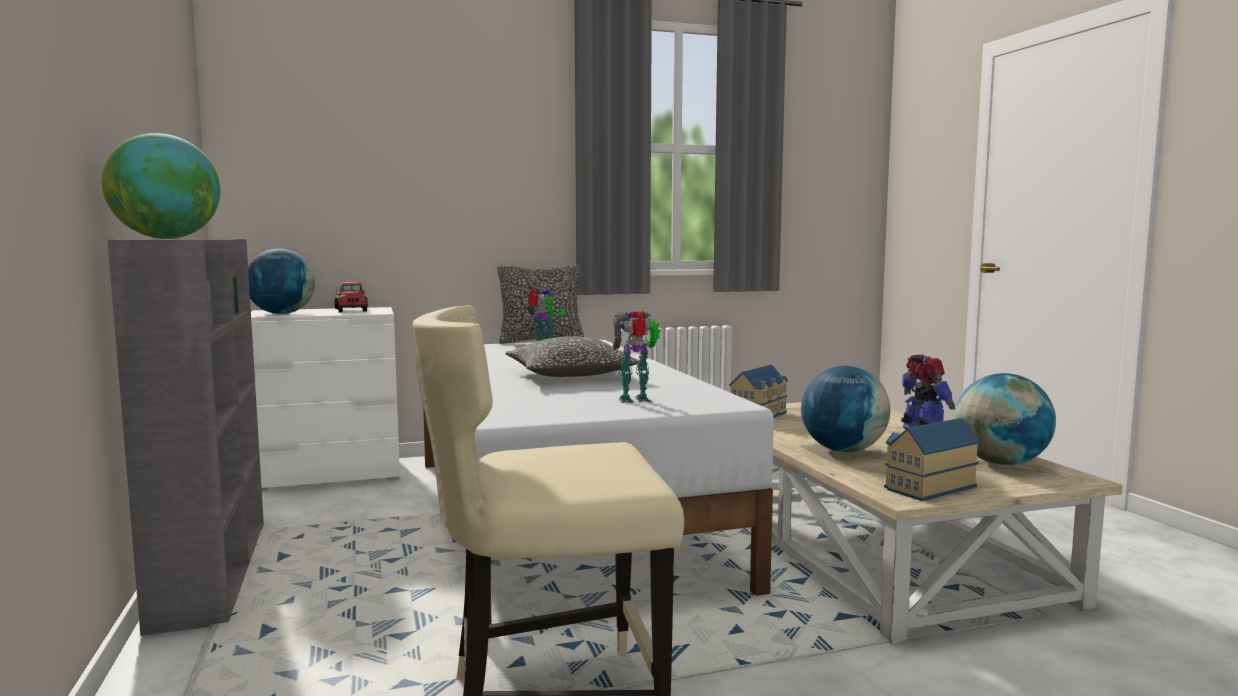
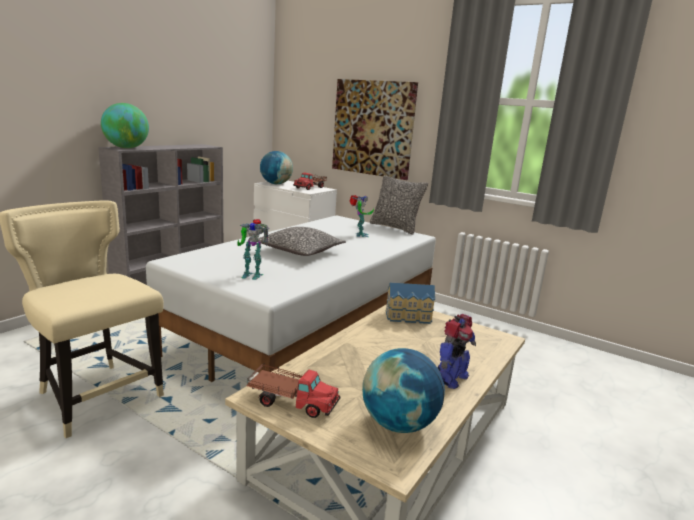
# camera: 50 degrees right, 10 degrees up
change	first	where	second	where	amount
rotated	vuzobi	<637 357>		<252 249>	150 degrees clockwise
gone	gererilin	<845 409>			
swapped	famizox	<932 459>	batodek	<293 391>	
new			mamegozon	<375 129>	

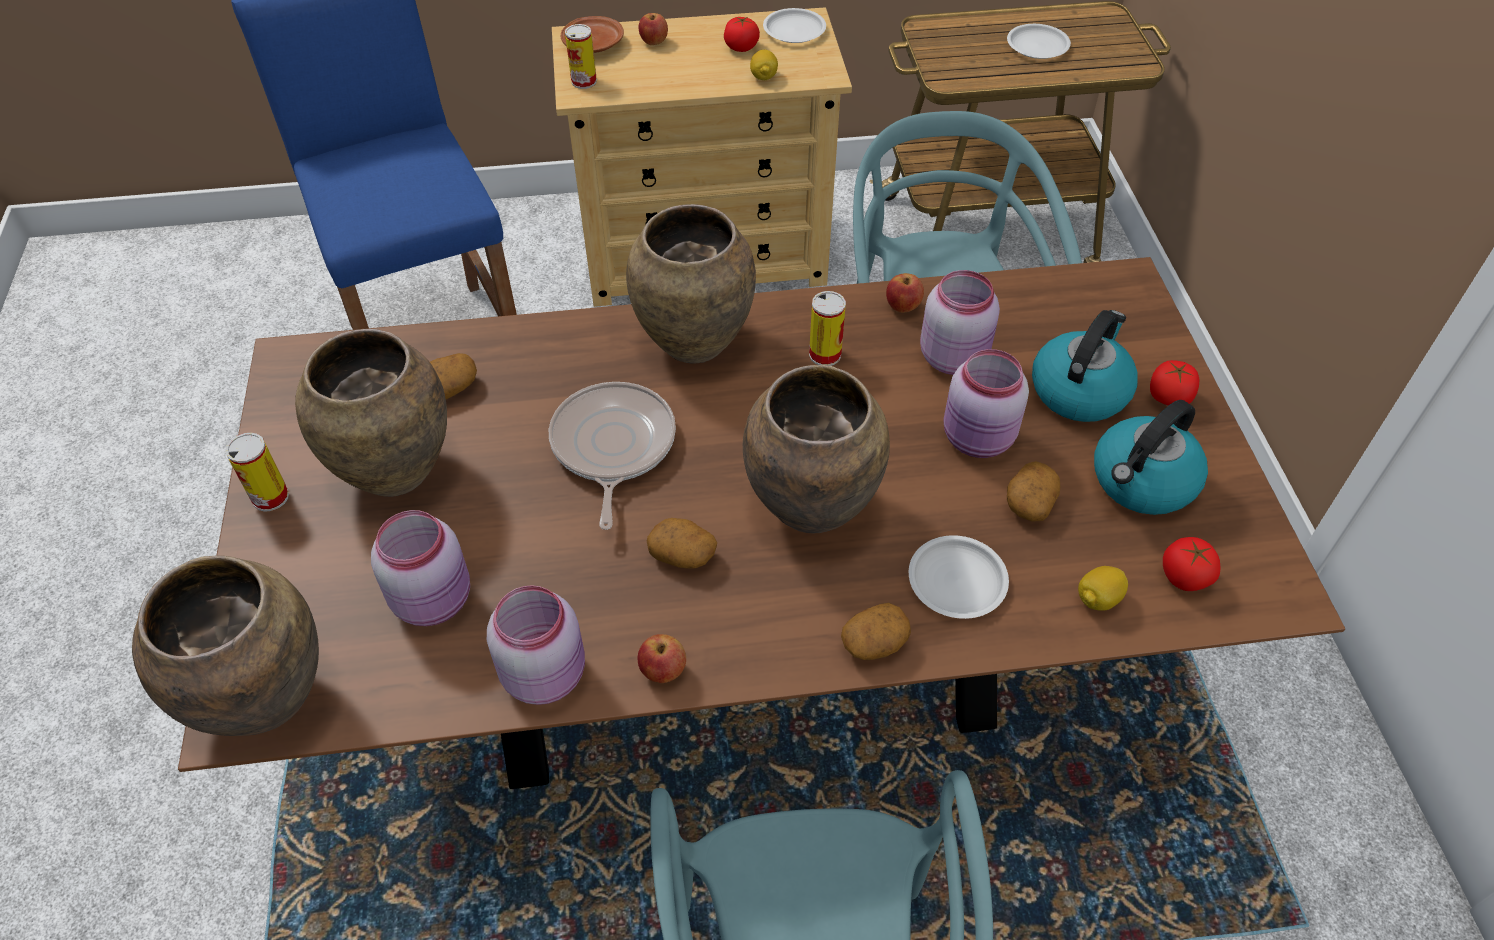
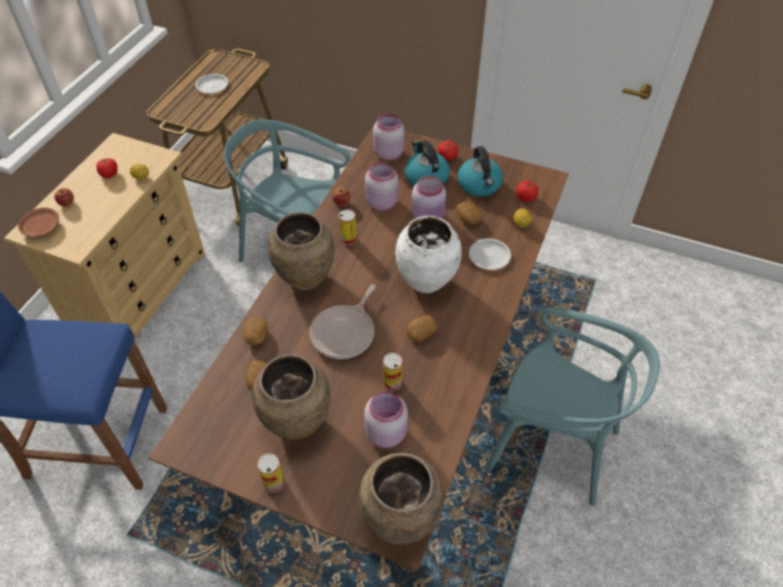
# camera: 60 degrees left, 0 degrees up
change	first	where	second	where	amount
gone	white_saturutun	<794 25>			
shifted	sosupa	<581 56>		<392 372>	
repainted	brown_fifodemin	<816 449>	white_fifodemin	<428 254>	
rotated	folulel	<612 456>		<343 321>	90 degrees counterclockwise
shifted	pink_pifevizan	<536 645>		<388 137>	
shifted	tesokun	<876 631>		<255 331>	
gone	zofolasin	<662 658>			

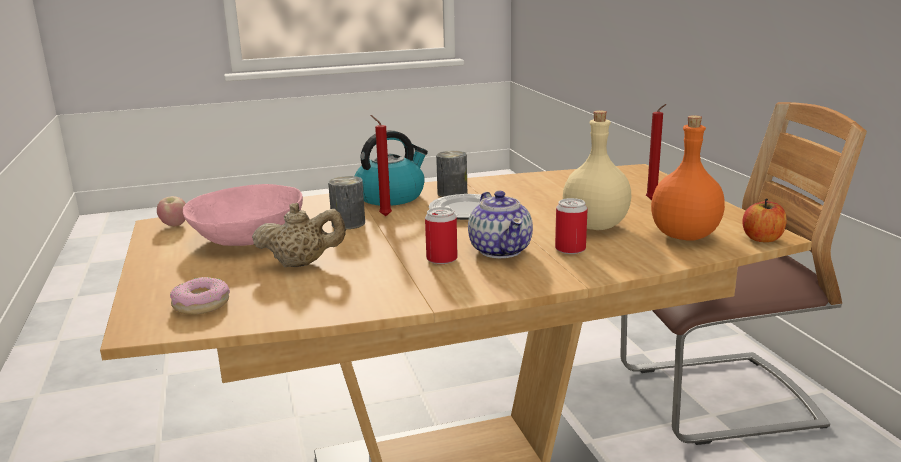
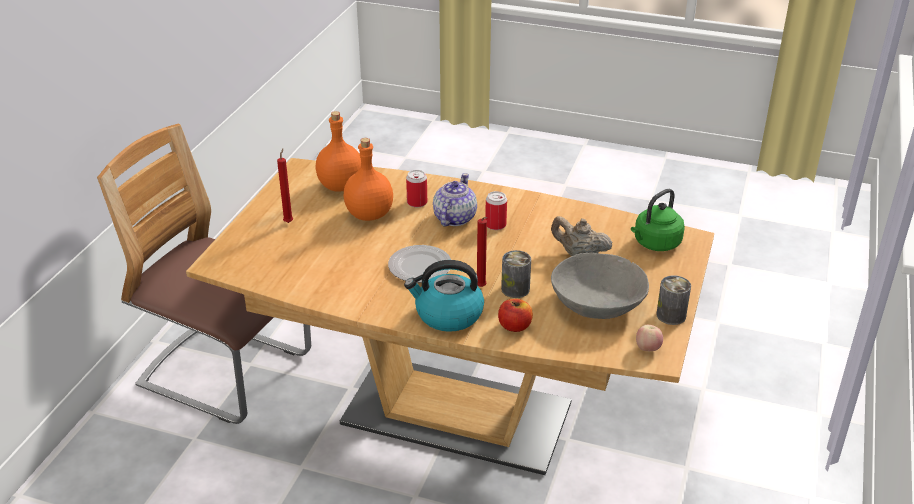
# camera: 145 degrees left, 15 degrees up
change	first	where	second	where	amount
repainted	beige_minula	<597 170>	orange_minula	<368 179>	
shifted	sosupa	<451 174>		<673 300>	
repainted	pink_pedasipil	<243 215>	grey_pedasipil	<600 286>	
shifted	zofolasin	<764 220>		<515 315>	
swapped	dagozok	<200 296>	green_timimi	<658 220>	

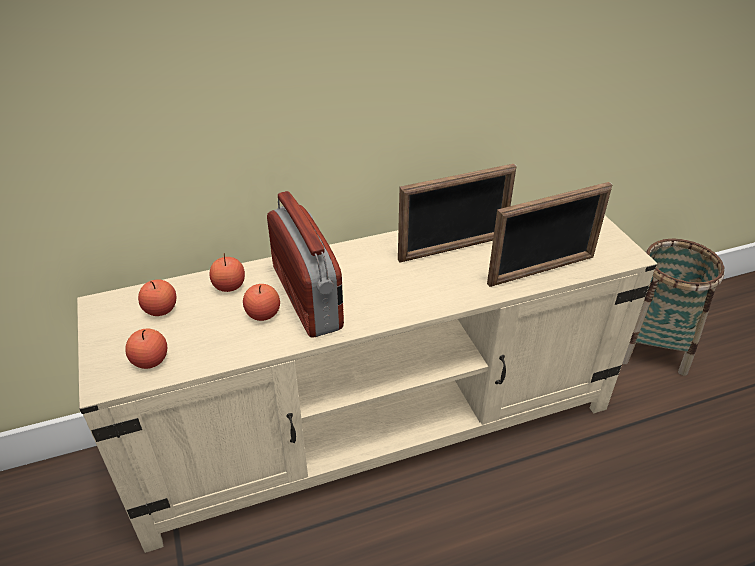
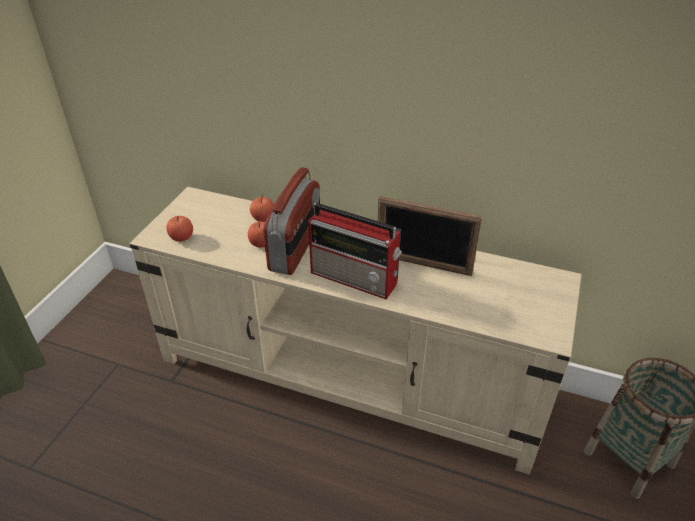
# camera: 40 degrees right, 0 degrees up
change	first	where	second	where	amount
gone	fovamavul	<550 234>			
gone	zofolasin	<157 297>			
new			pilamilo	<355 251>	

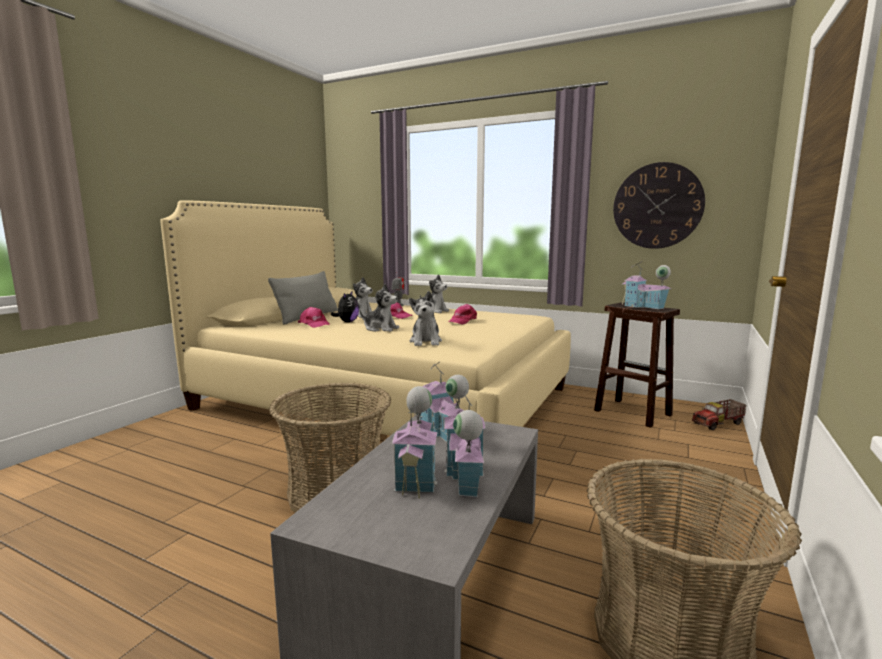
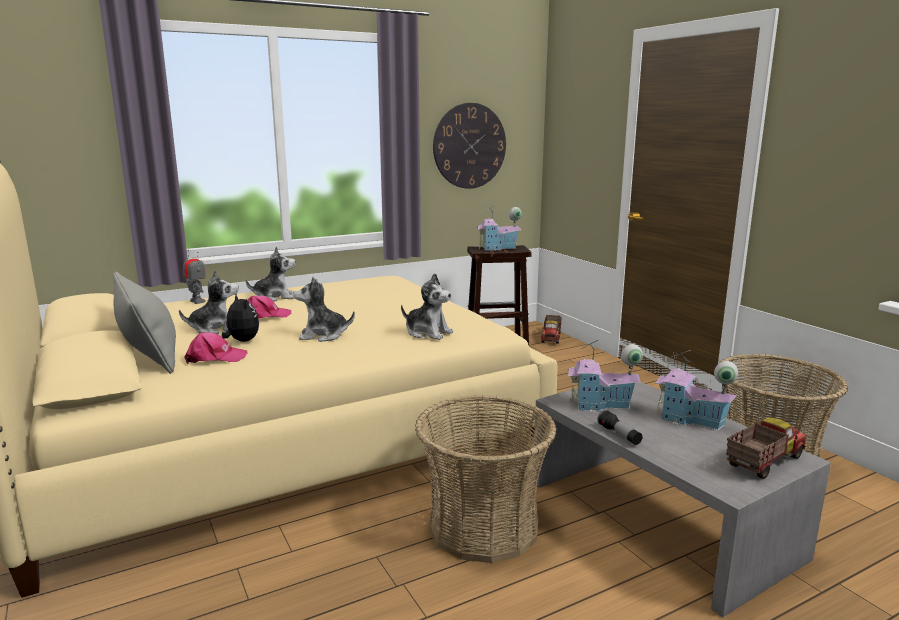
# camera: 55 degrees left, 5 degrees up
change	first	where	second	where	amount
rotated	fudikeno	<379 308>		<324 309>	150 degrees counterclockwise
gone	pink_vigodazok	<462 314>			
gone	famizox	<414 442>			
new			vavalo	<620 427>	
new			batodek	<766 448>	

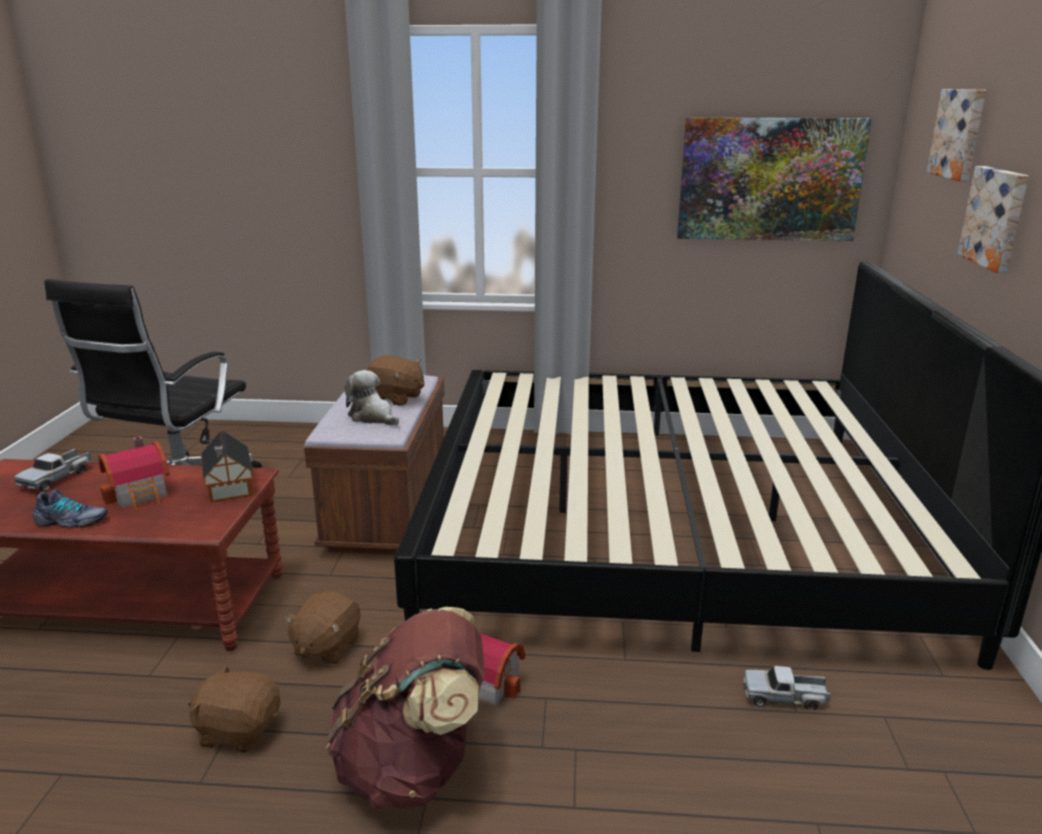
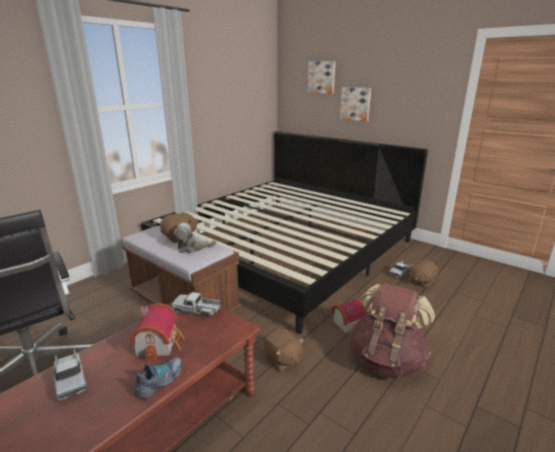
# camera: 55 degrees left, 0 degrees up
change	first	where	second	where	amount
gone	mamegozon	<774 179>			
swapped	famizox	<227 466>	batodek	<196 305>	
shifted	brown_fudikeno	<234 708>		<423 274>	

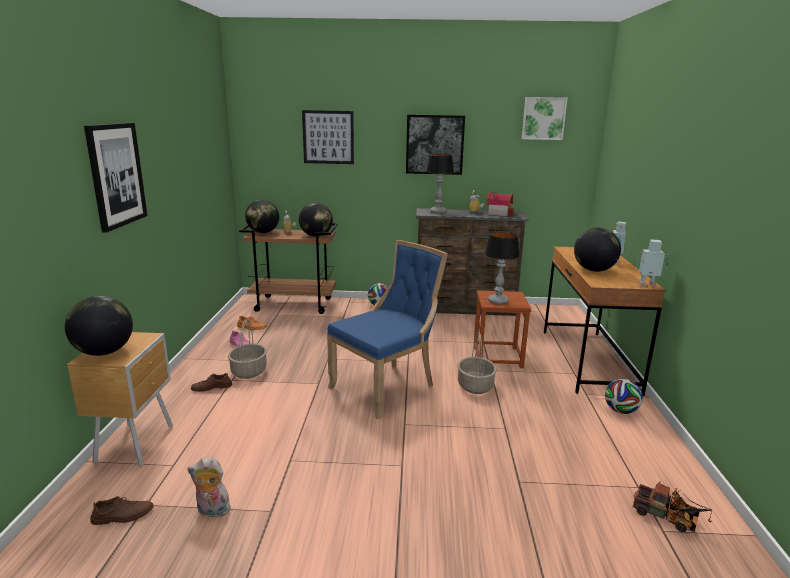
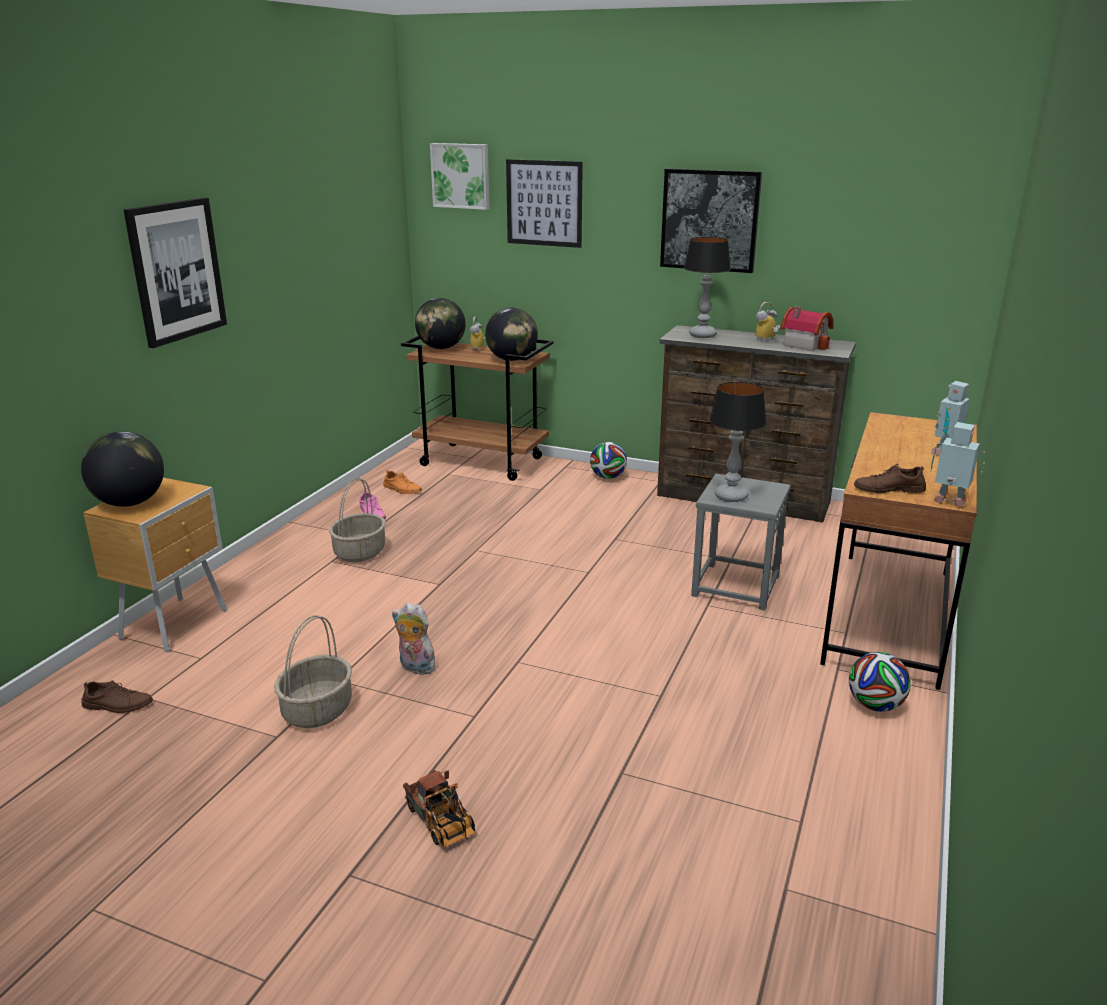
# camera: 20 degrees right, 5 degrees up
change	first	where	second	where	amount
shifted	mamegozon	<545 118>		<460 176>	
gone	gererilin	<597 250>			
gone	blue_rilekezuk	<387 329>			
repainted	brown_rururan	<502 329>	grey_rururan	<741 542>	
shifted	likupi	<477 363>		<313 671>	
shifted	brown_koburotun	<211 382>		<890 478>	
shifted	fudikeno	<209 488>		<414 639>	
shifted	batodek	<672 506>		<439 809>	

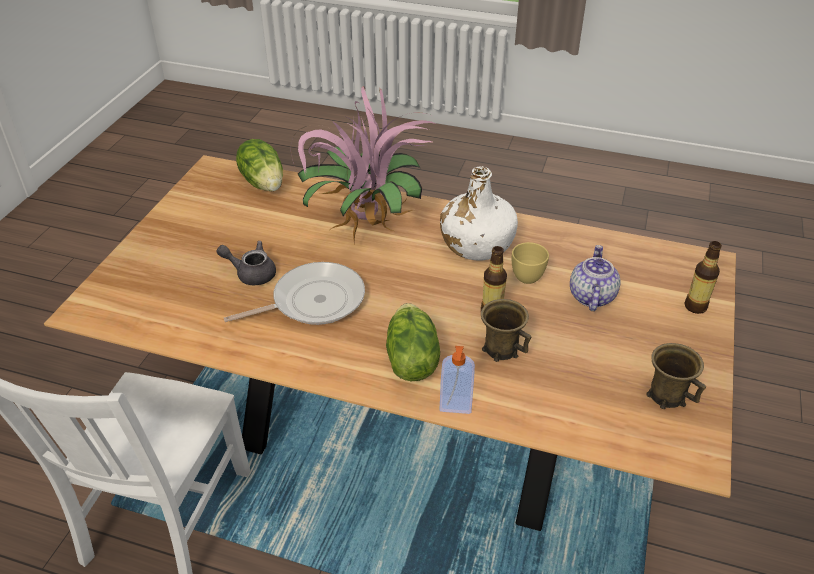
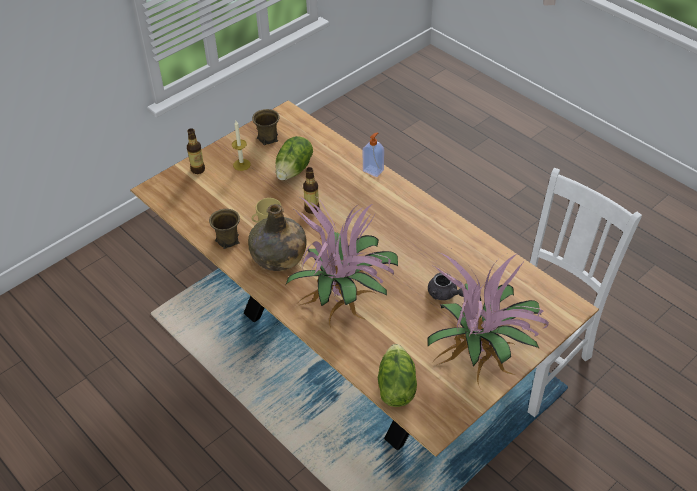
# camera: 150 degrees left, 5 degrees up
change	first	where	second	where	amount
repainted	white_minula	<479 213>	green_minula	<277 237>	
gone	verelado	<595 278>			
gone	folulel	<294 293>			
shifted	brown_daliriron	<506 330>		<224 229>	
shifted	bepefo	<413 342>		<294 158>	
new			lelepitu	<241 146>	
new			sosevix	<488 316>	

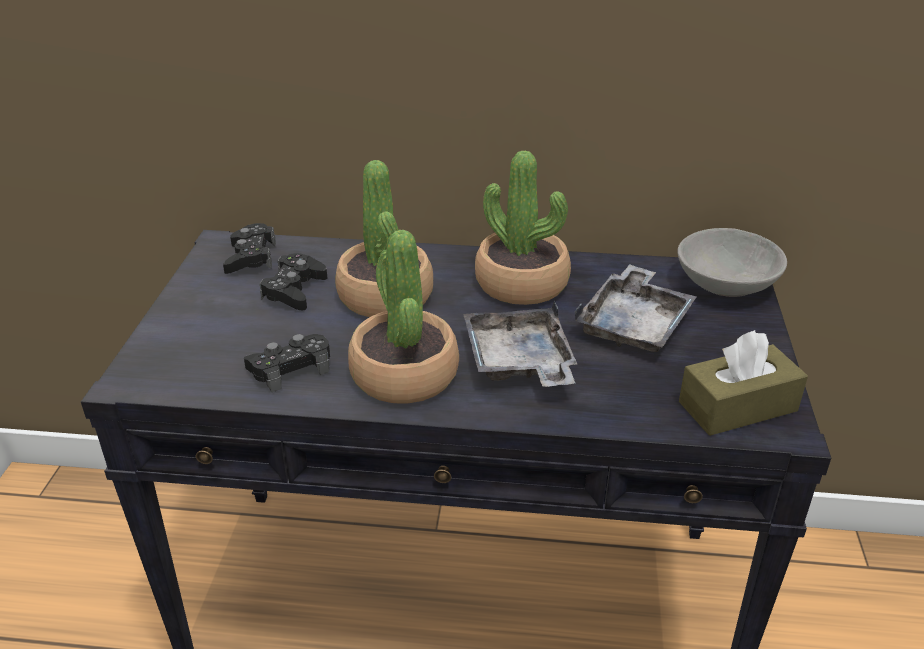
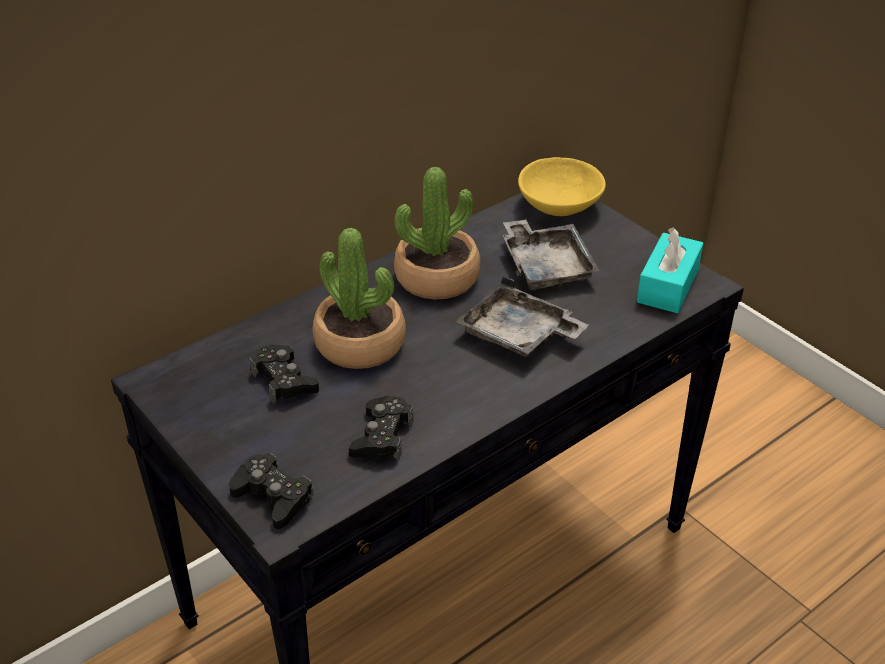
# camera: 45 degrees left, 5 degrees up
change	first	where	second	where	amount
shifted	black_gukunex	<249 248>		<271 491>	
repainted	grey_pedasipil	<732 262>	yellow_pedasipil	<562 186>	
gone	sosevix	<403 316>			
repainted	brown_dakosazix	<743 383>	turquoise_dakosazix	<670 270>	

